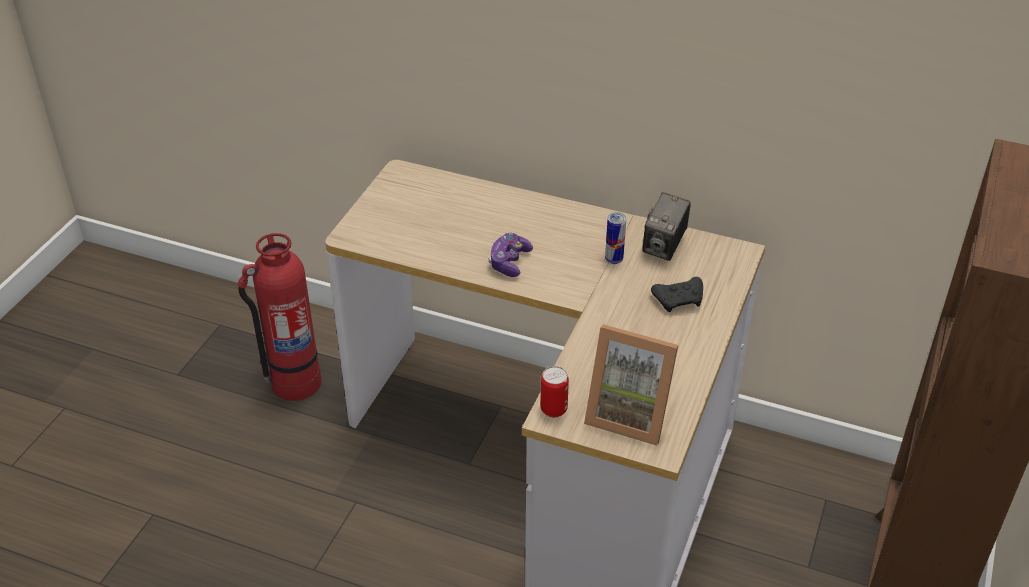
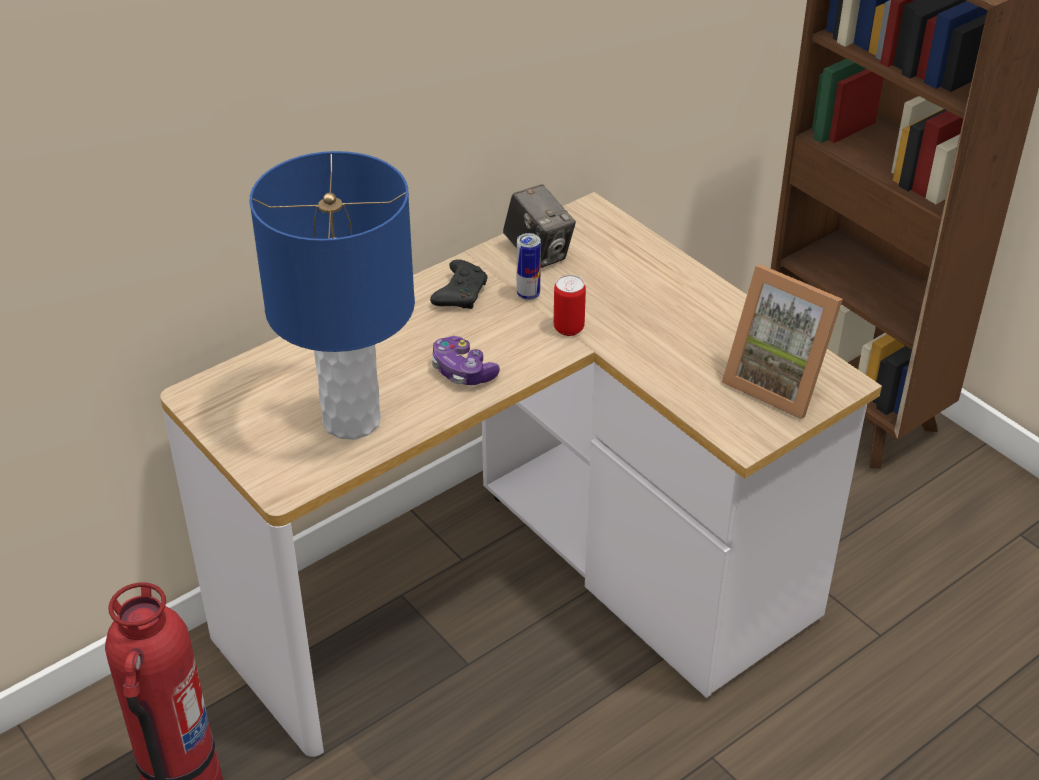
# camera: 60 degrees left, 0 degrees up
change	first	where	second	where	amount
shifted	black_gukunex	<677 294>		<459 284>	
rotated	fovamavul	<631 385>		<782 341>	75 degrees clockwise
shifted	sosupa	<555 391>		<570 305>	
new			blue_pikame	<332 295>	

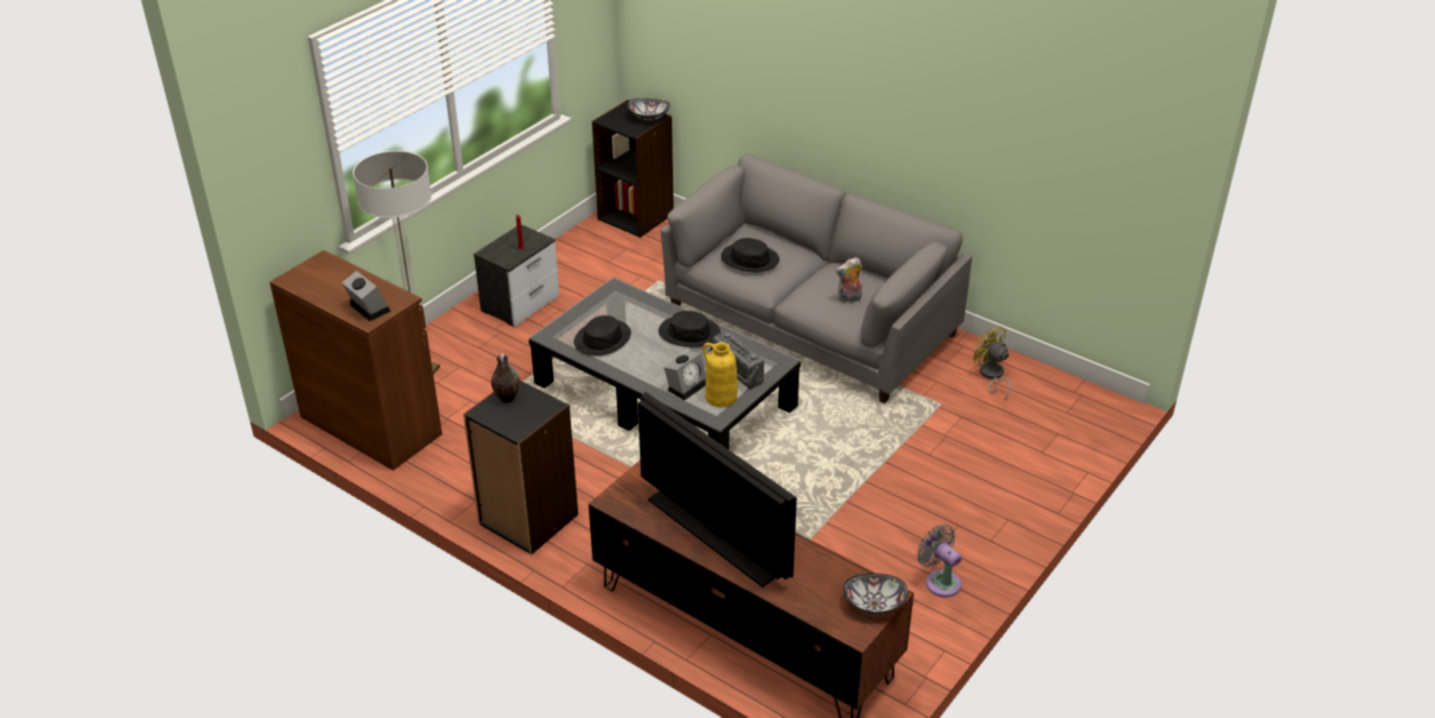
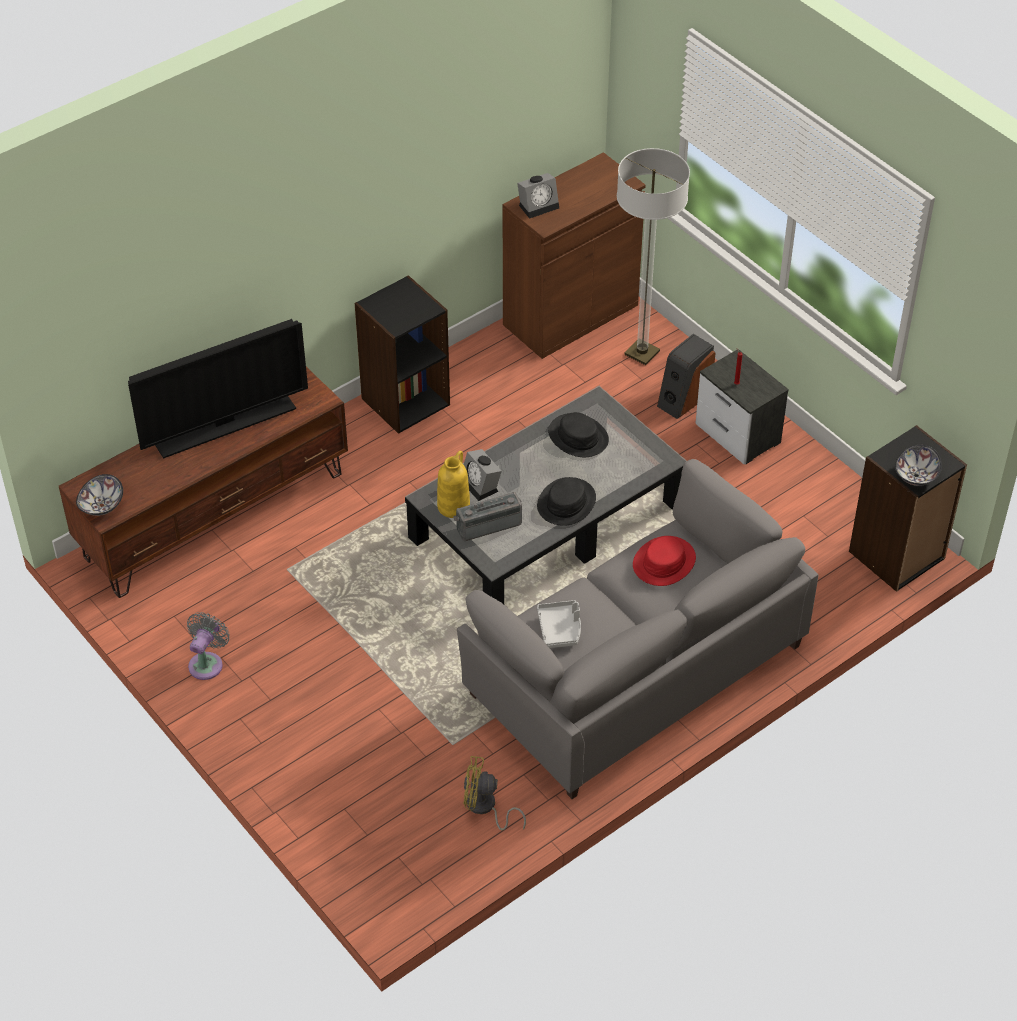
# camera: 105 degrees right, 10 degrees up
change	first	where	second	where	amount
repainted	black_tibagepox	<750 255>	red_tibagepox	<664 561>	
swapped	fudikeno	<849 280>	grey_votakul	<559 624>	
rotated	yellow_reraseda	<992 363>		<494 793>	150 degrees counterclockwise
gone	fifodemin	<505 378>			
rotated	grey_reraseda	<939 560>		<208 646>	45 degrees counterclockwise
new			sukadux	<686 376>	

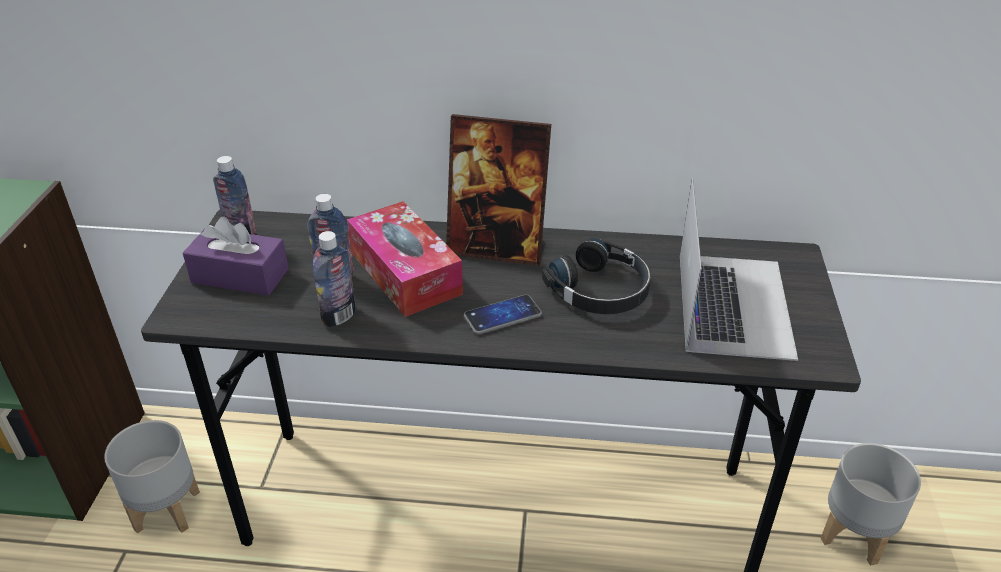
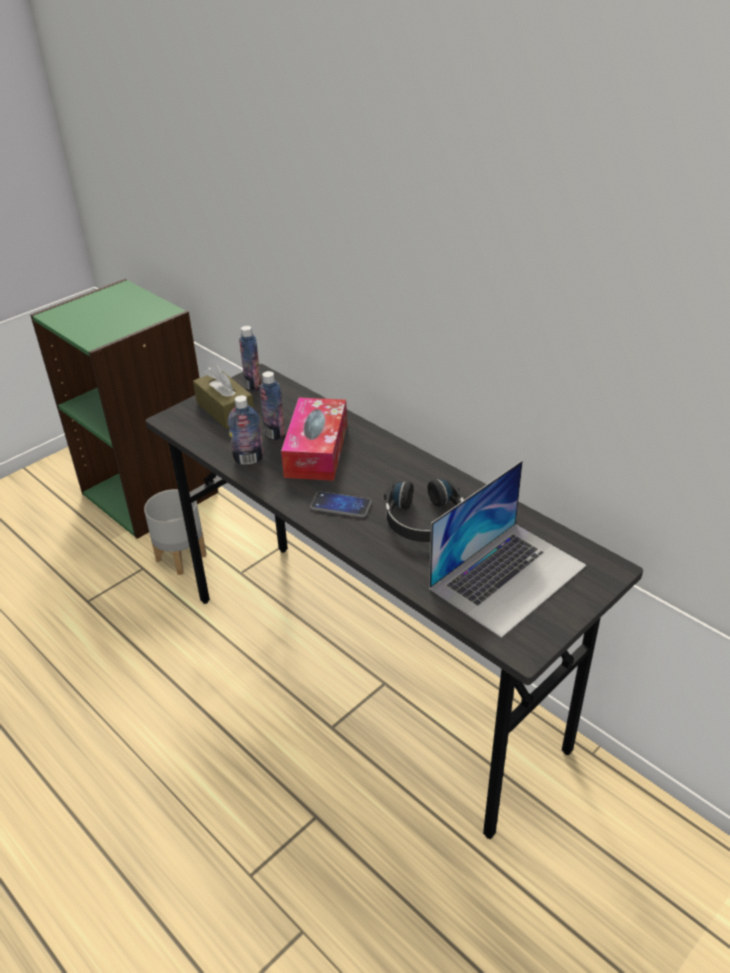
# camera: 40 degrees right, 0 degrees up
change	first	where	second	where	amount
gone	fovamavul	<498 190>			
repainted	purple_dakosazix	<236 256>	brown_dakosazix	<223 397>	
gone	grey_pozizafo	<871 504>			

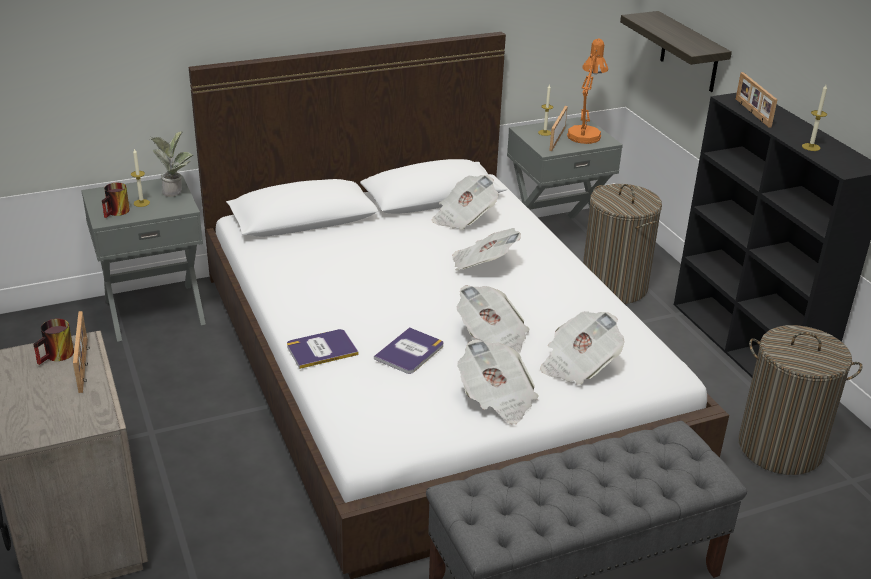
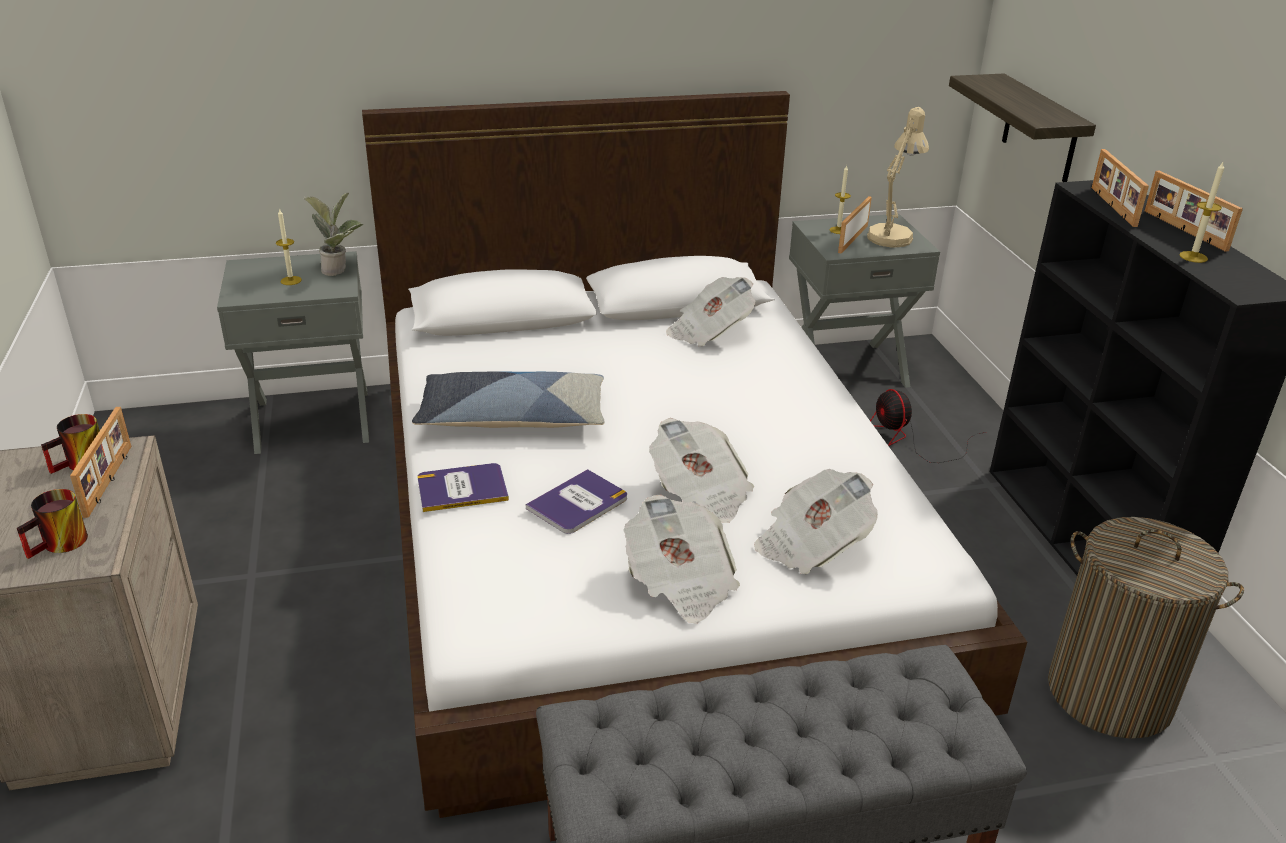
# camera: 10 degrees right, 0 degrees up
change	first	where	second	where	amount
repainted	orange_pikame	<587 91>	beige_pikame	<898 177>	
shifted	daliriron	<116 200>		<52 524>	
swapped	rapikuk	<622 244>	reraseda	<928 426>	
gone	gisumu	<486 249>			
new			fovamavul	<1194 211>	
new			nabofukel	<508 399>	

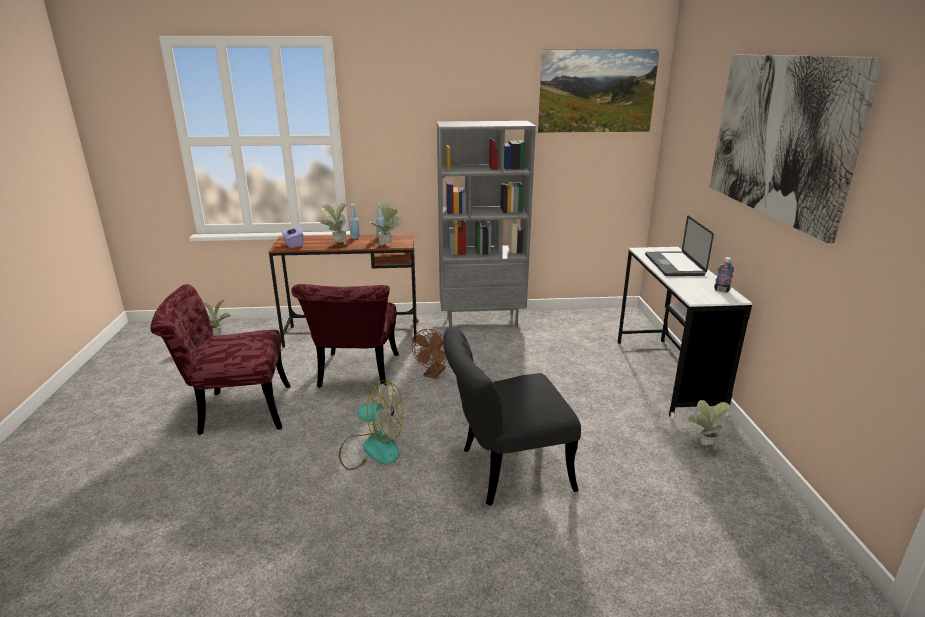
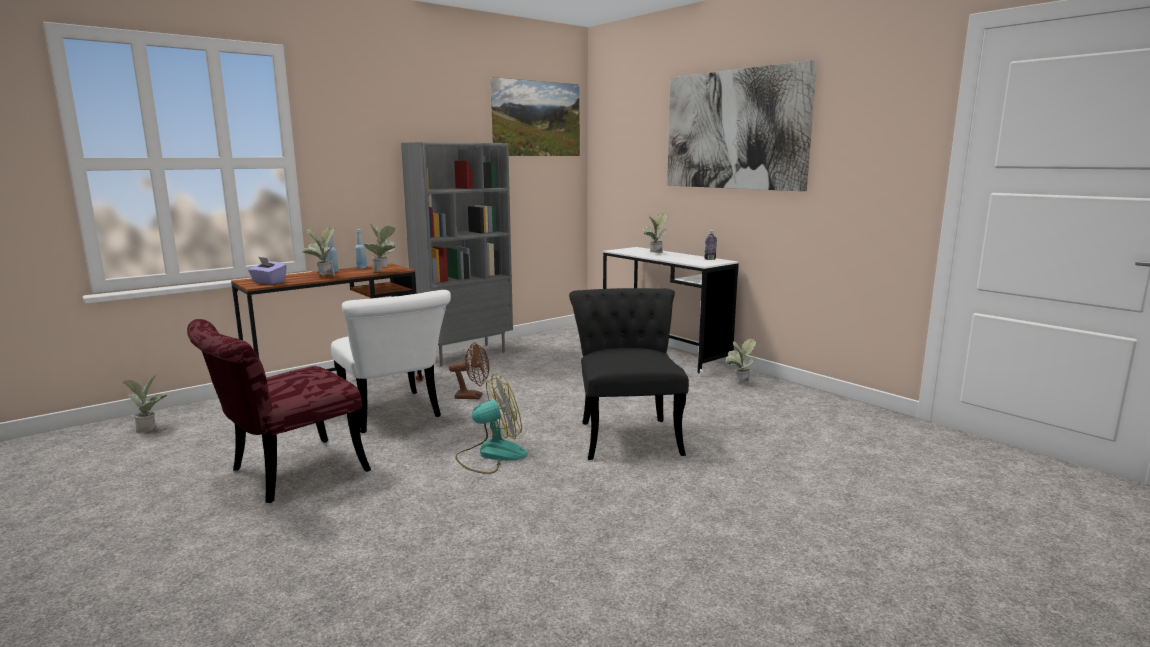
# camera: 35 degrees left, 10 degrees down
change	first	where	second	where	amount
swapped	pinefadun	<679 246>	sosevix	<656 233>	
repainted	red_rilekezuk	<345 336>	white_rilekezuk	<391 361>	
rotated	black_rilekezuk	<512 416>		<629 374>	135 degrees clockwise
rotated	brown_reraseda	<429 354>		<469 370>	75 degrees counterclockwise

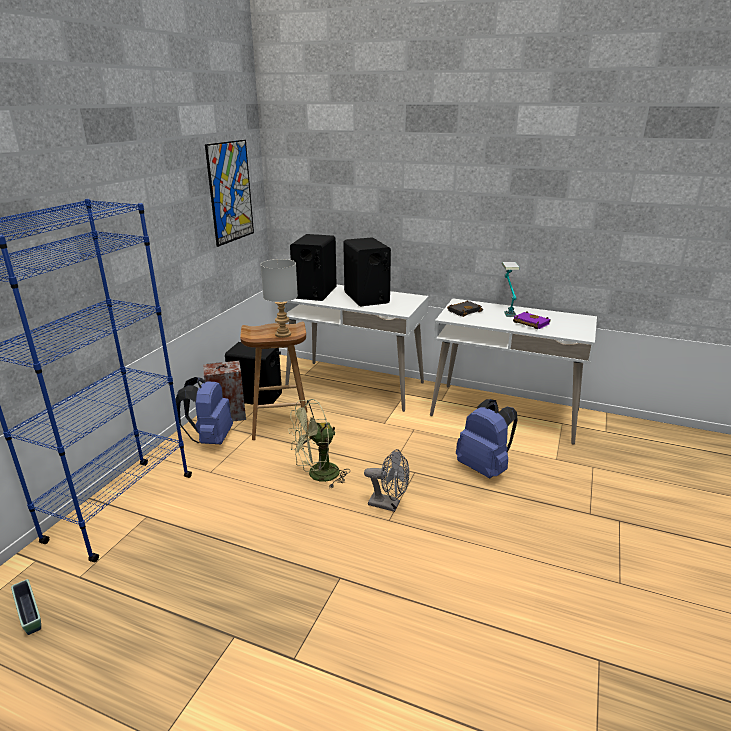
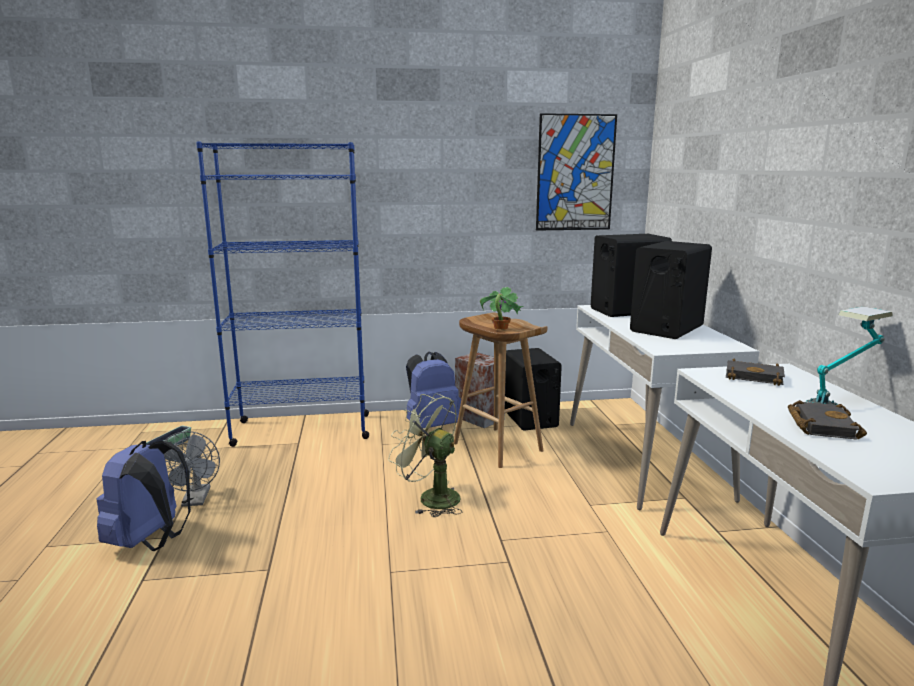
# camera: 60 degrees right, 10 degrees down
change	first	where	second	where	amount
swapped	grey_pikame	<279 298>	sosevix	<502 308>	
repainted	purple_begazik	<532 320>	black_begazik	<827 420>	
shifted	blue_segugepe	<487 438>		<144 496>	
shifted	grey_reraseda	<387 480>		<192 469>	

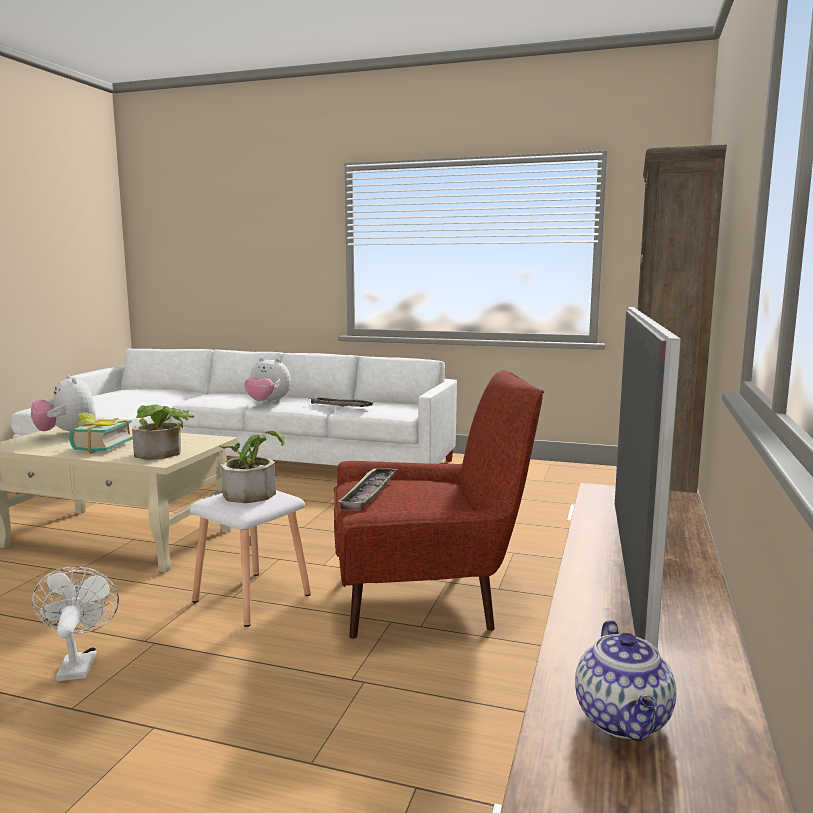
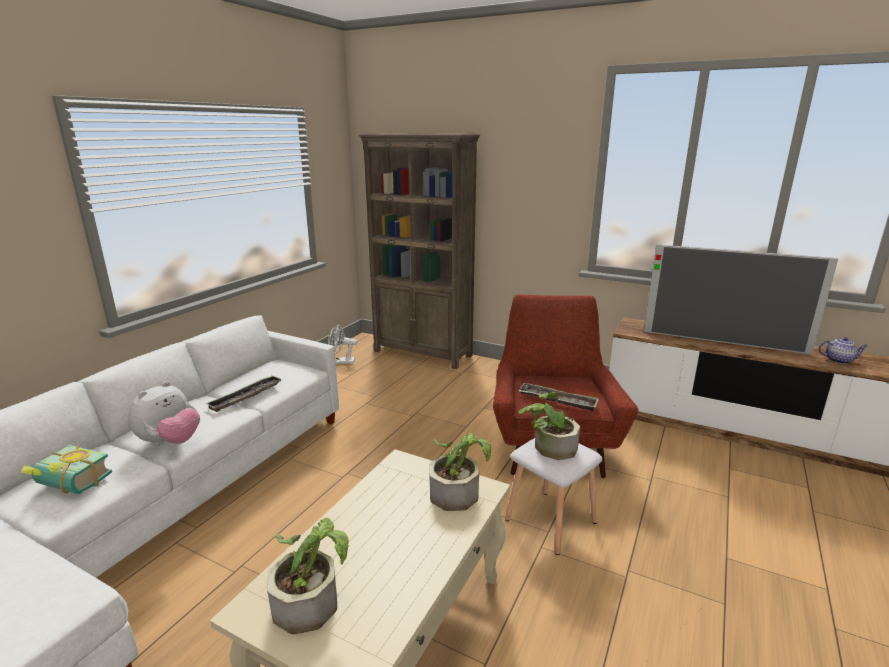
# camera: 80 degrees left, 10 degrees up
change	first	where	second	where	amount
swapped	fudikeno	<63 404>	sosevix	<308 576>	
shifted	begazik	<101 432>		<66 469>	
shifted	white_reraseda	<75 623>		<342 344>	

